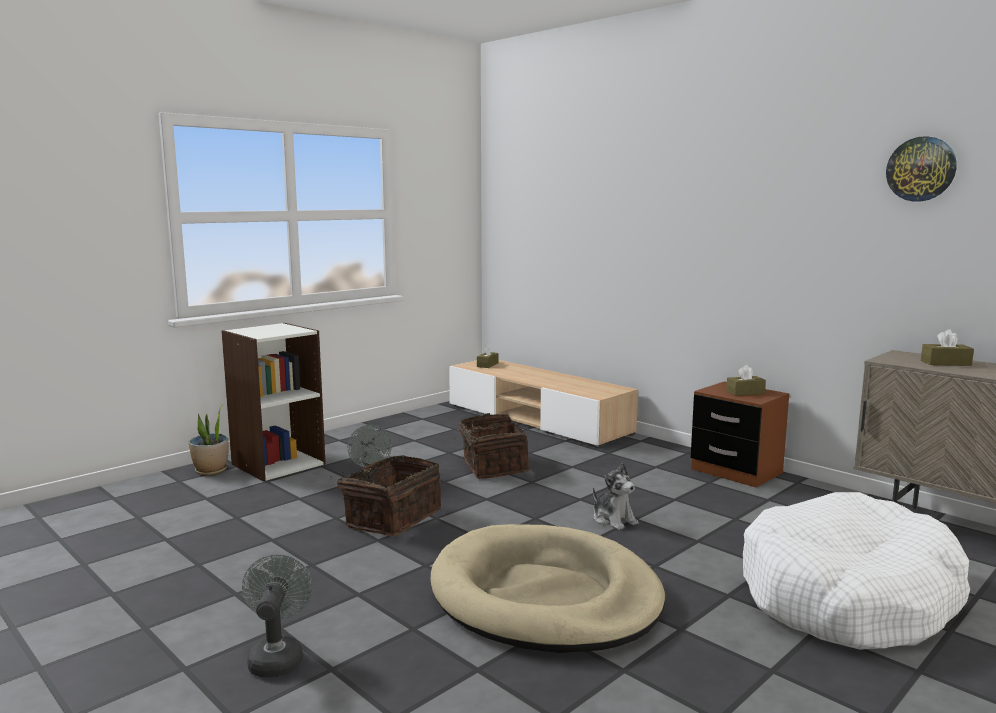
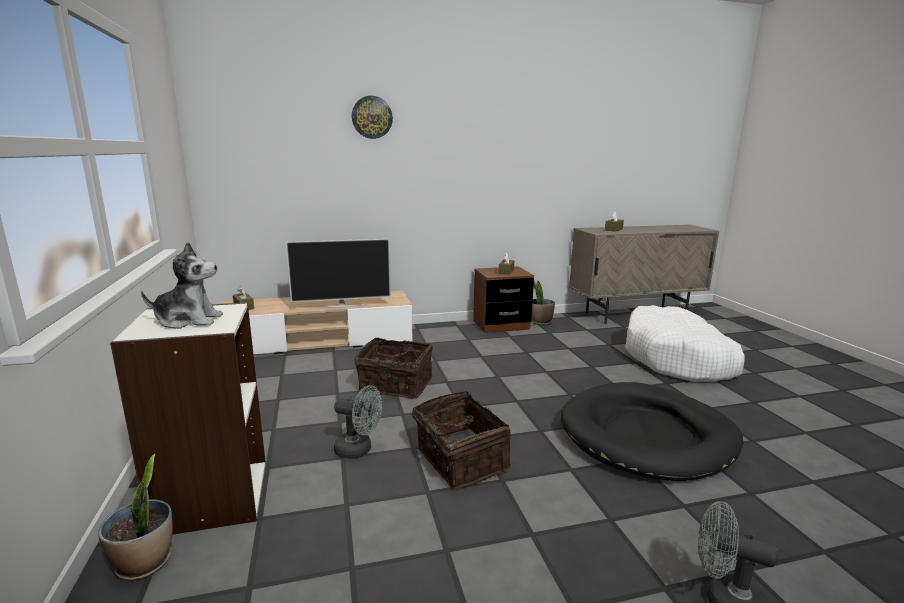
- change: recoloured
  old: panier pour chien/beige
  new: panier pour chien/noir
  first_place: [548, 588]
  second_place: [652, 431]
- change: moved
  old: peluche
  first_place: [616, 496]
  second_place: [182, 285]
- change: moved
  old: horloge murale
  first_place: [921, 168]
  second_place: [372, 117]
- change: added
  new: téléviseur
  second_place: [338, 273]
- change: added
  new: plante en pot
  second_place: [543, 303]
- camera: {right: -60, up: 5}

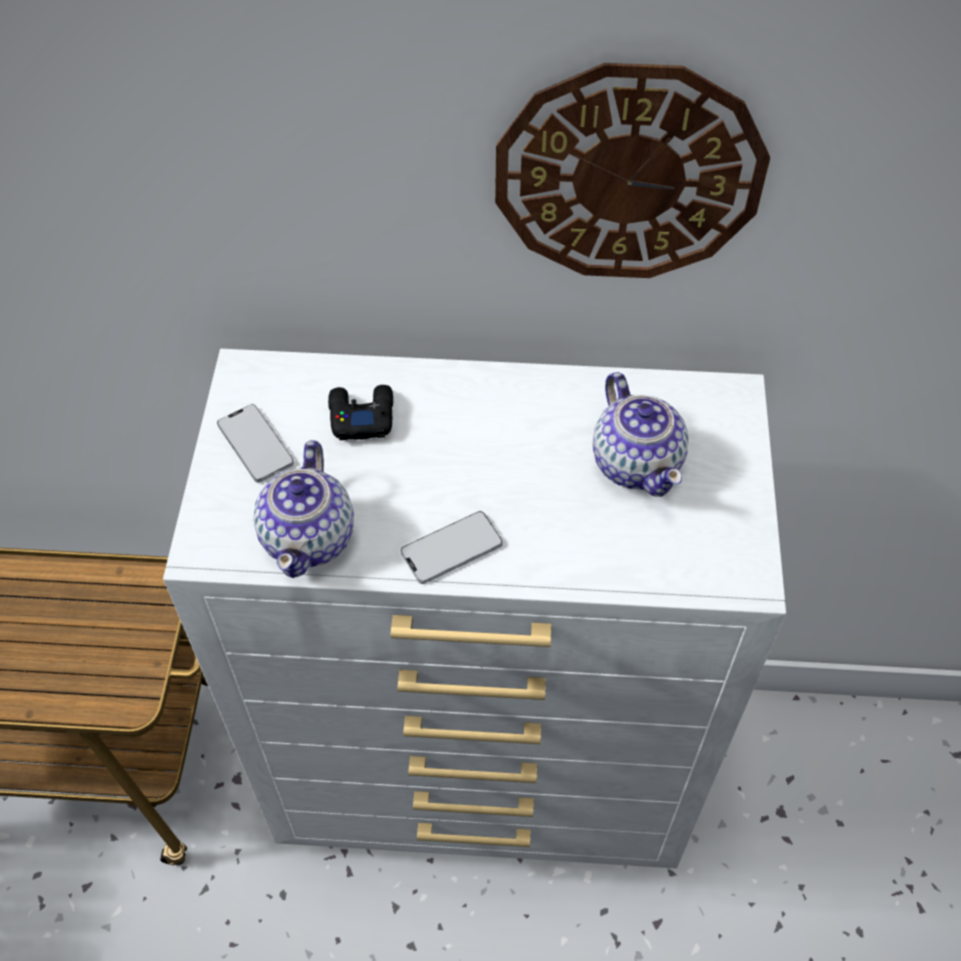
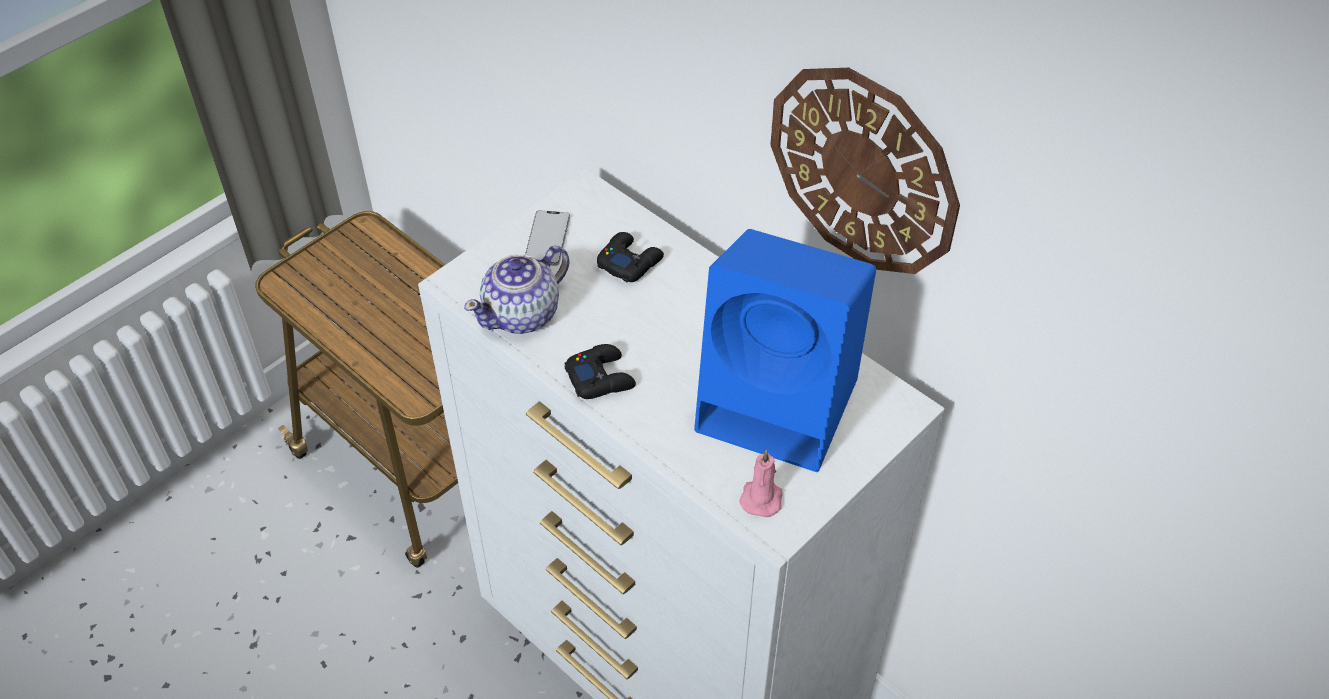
- change: replaced
  old: téléphone
  new: manette/noir
  first_place: [452, 547]
  second_place: [600, 371]
- change: replaced
  old: théière
  new: enceinte/bleu
  first_place: [641, 434]
  second_place: [785, 350]
- change: added
  new: bougie/rose
  second_place: [760, 483]
- camera: {right: 40, up: -5}

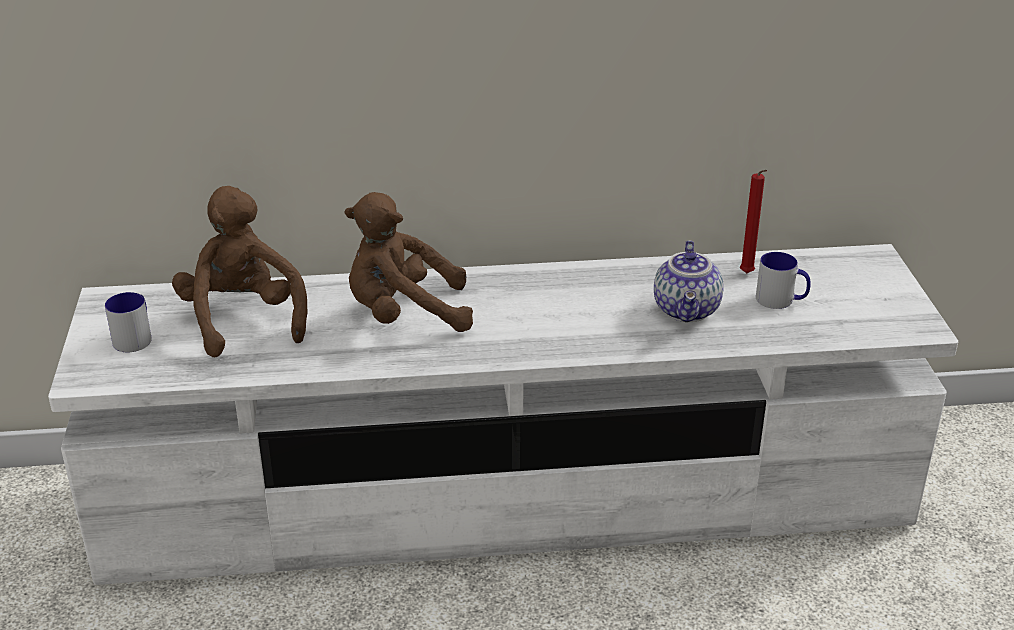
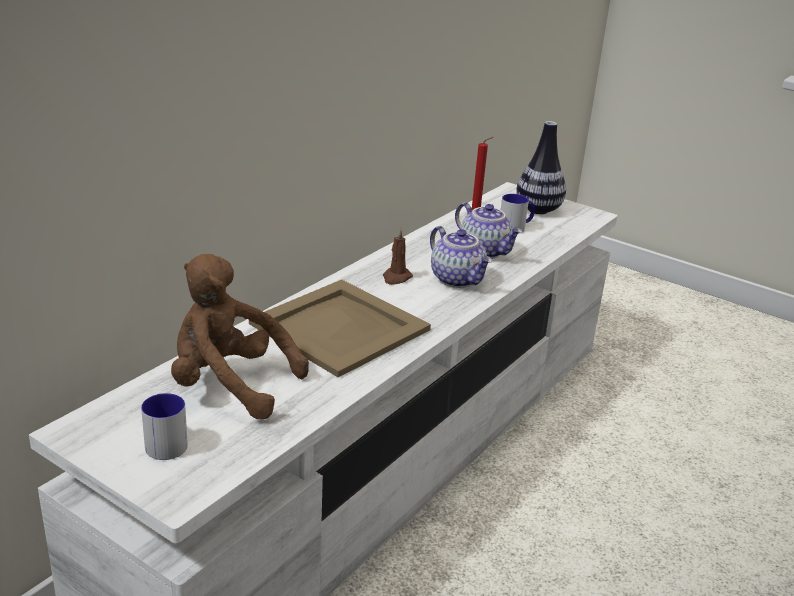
- change: replaced
  old: peluche/marron
  new: plateau/beige
  first_place: [408, 262]
  second_place: [340, 328]
- change: added
  new: bougie/marron
  second_place: [398, 256]
- change: added
  new: théière
  second_place: [461, 257]
- change: added
  new: vase
  second_place: [541, 167]
- camera: {right: -50, up: -5}

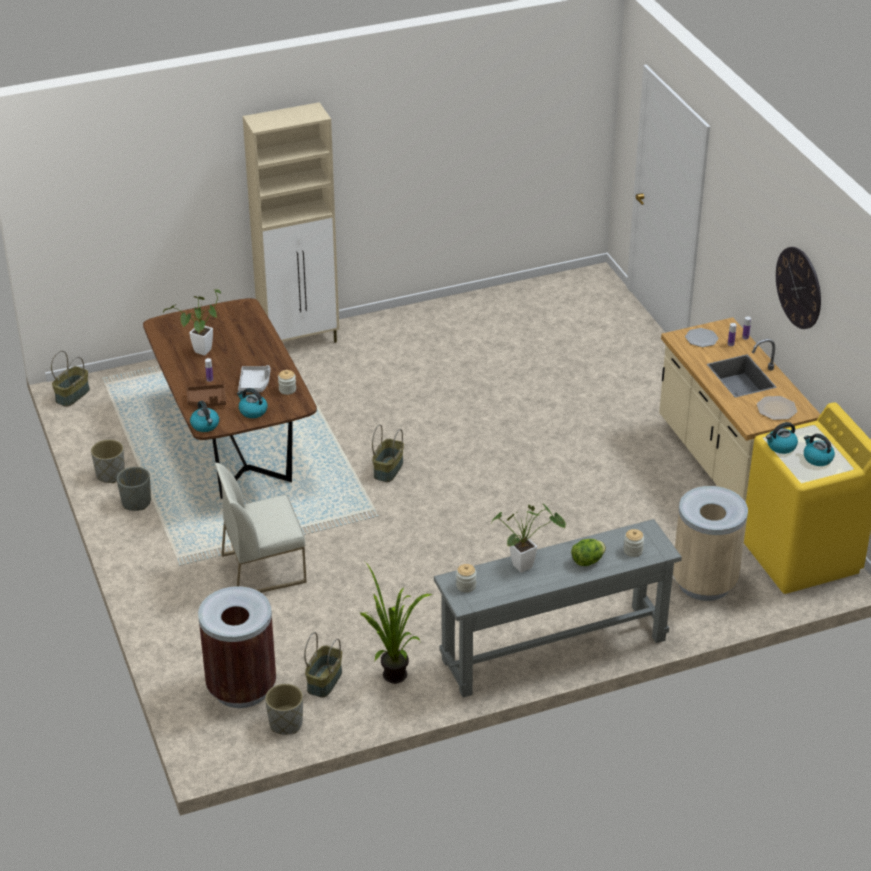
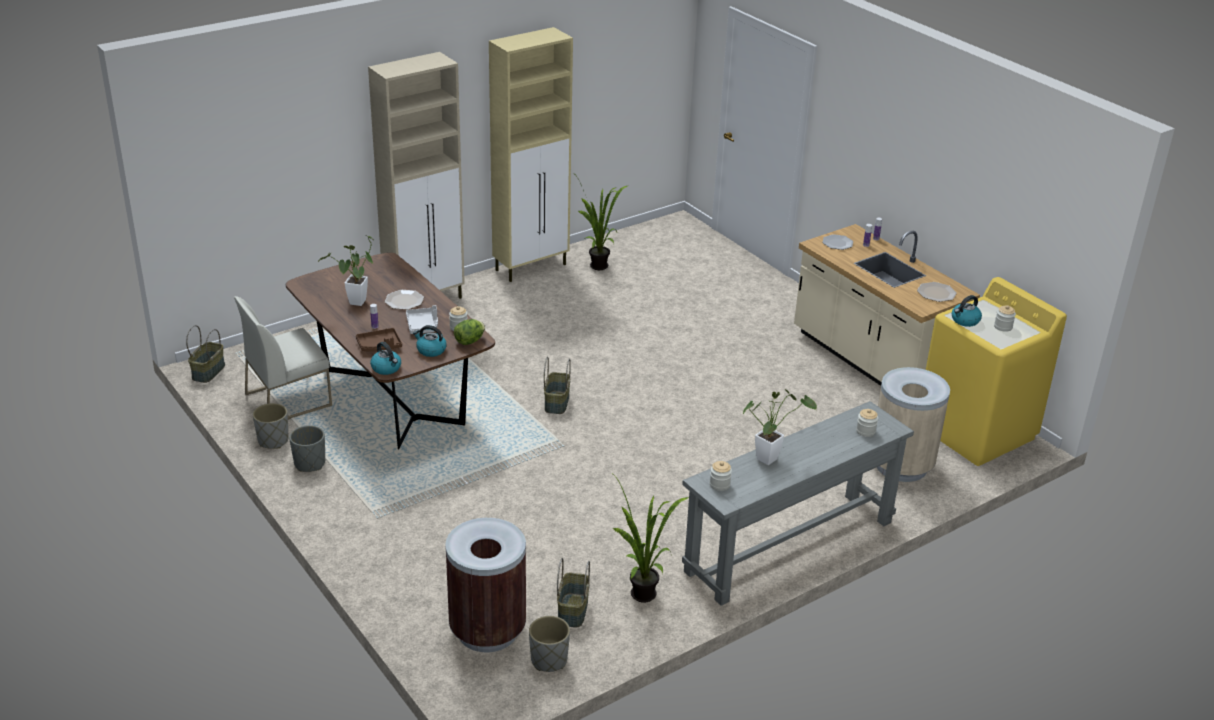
- change: moved
  old: chaise/blanc
  first_place: [261, 528]
  second_place: [283, 358]
- change: moved
  old: laitue
  first_place: [588, 552]
  second_place: [469, 332]
- change: removed
  old: horloge murale
  first_place: [798, 288]
- change: replaced
  old: bouilloire
  new: bocal
  first_place: [819, 450]
  second_place: [1005, 318]
- change: added
  new: assiette
  second_place: [404, 300]
- change: added
  new: meuble de rangement/beige
  second_place: [531, 154]
- change: added
  new: plante en pot
  second_place: [603, 223]
- camera: {right: -15, up: -5}

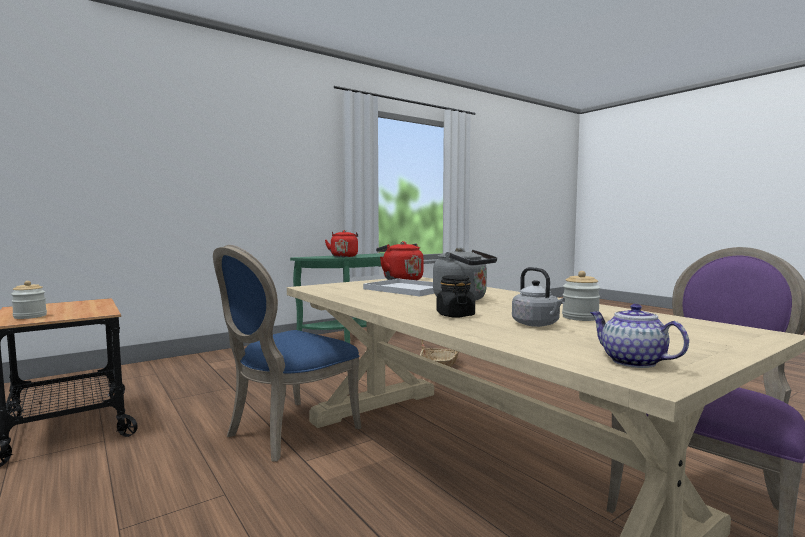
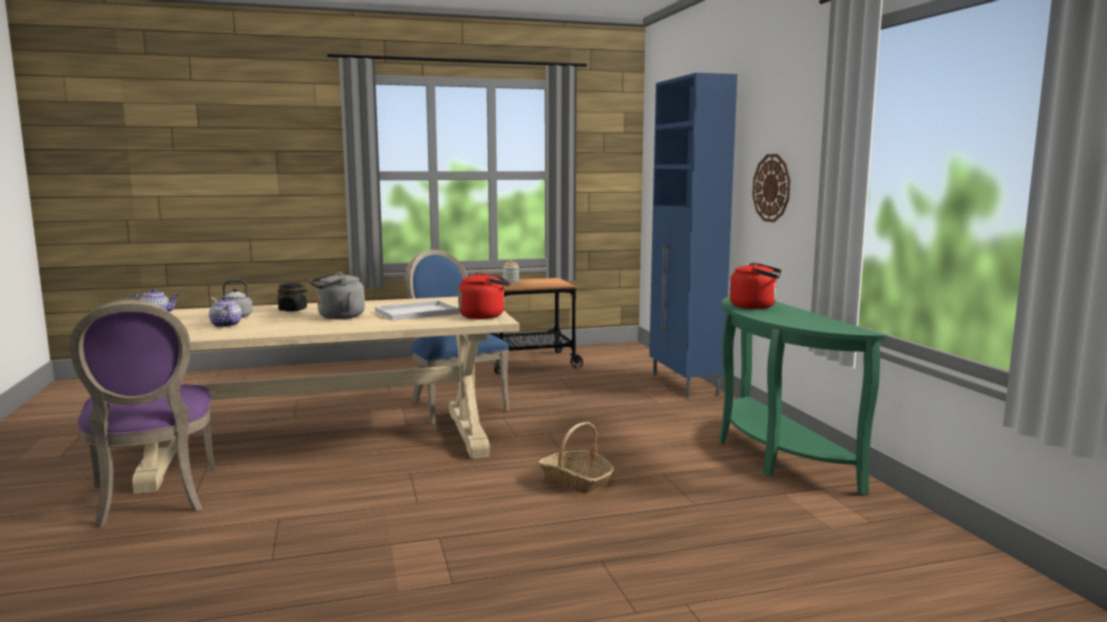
- change: replaced
  old: bocal
  new: théière
  first_place: [581, 296]
  second_place: [225, 311]
- change: added
  new: meuble de rangement/bleu
  second_place: [693, 235]
- change: added
  new: horloge murale
  second_place: [771, 188]
- camera: {right: 110, up: 5}

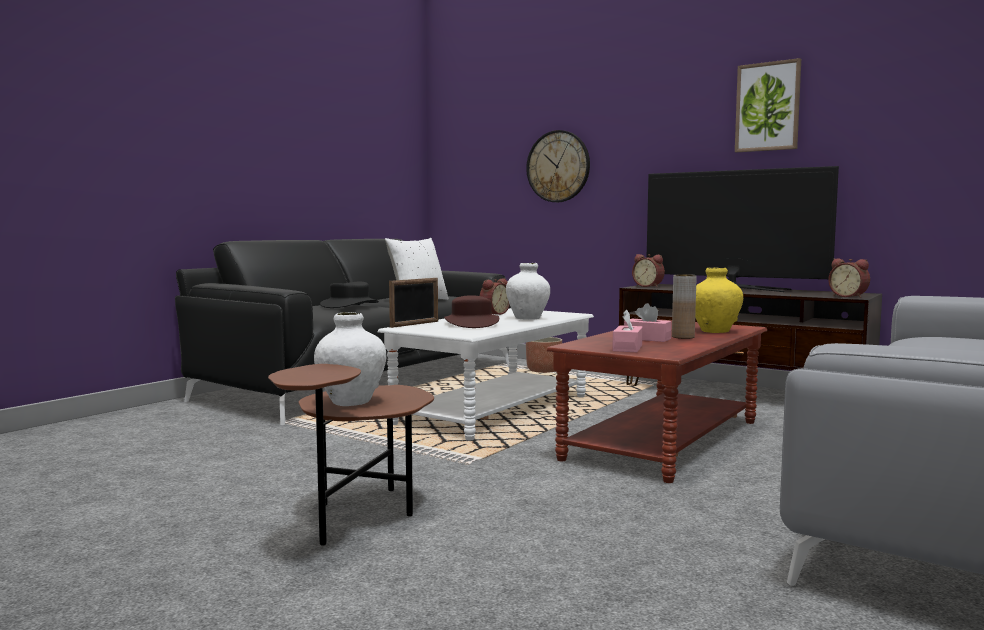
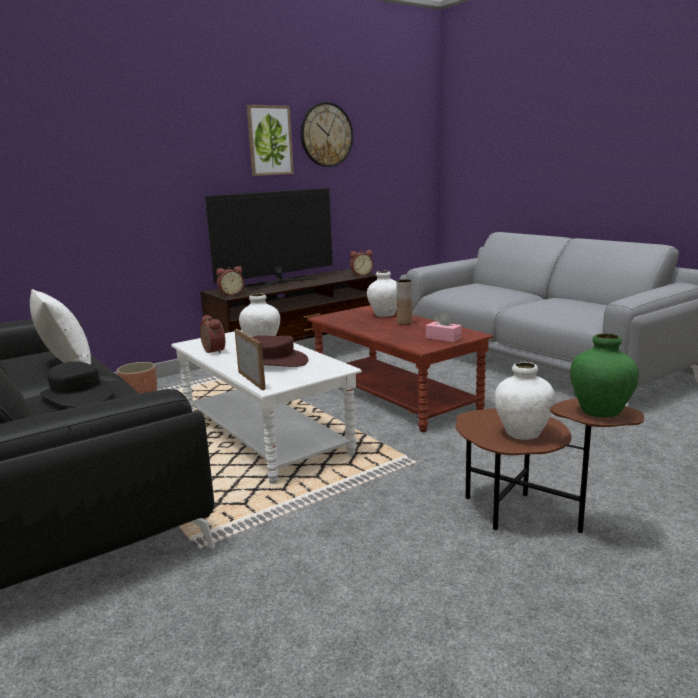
- change: moved
  old: horloge murale
  first_place: [558, 166]
  second_place: [327, 134]
- change: removed
  old: boîte à mouchoirs/rose
  first_place: [648, 322]
- change: recoloured
  old: vase/jaune
  new: vase/blanc
  first_place: [719, 300]
  second_place: [382, 294]
- change: added
  new: vase/vert
  second_place: [604, 375]
- camera: {right: -70, up: 10}

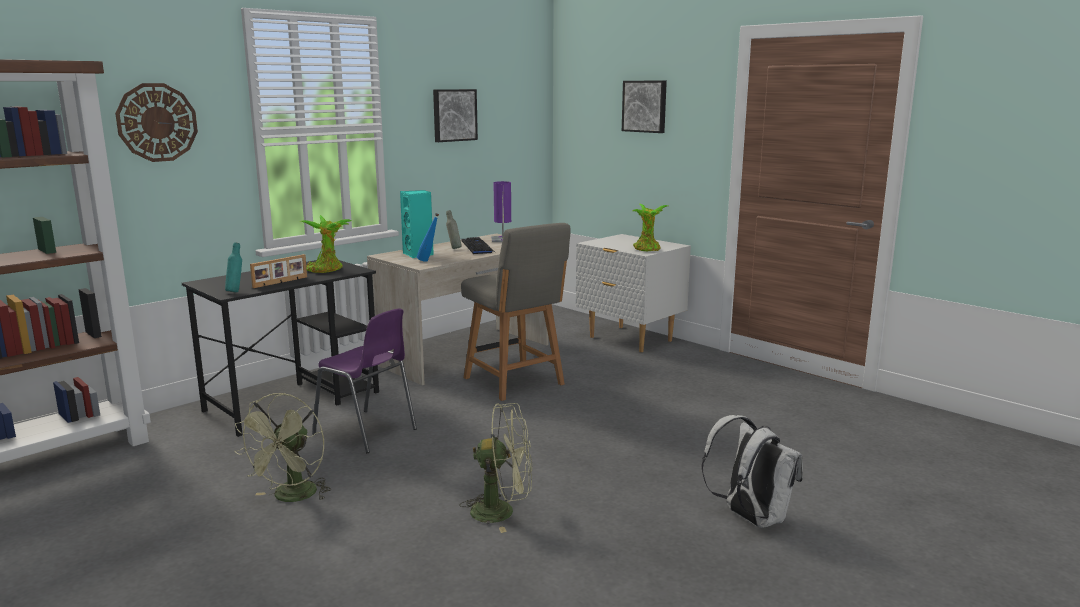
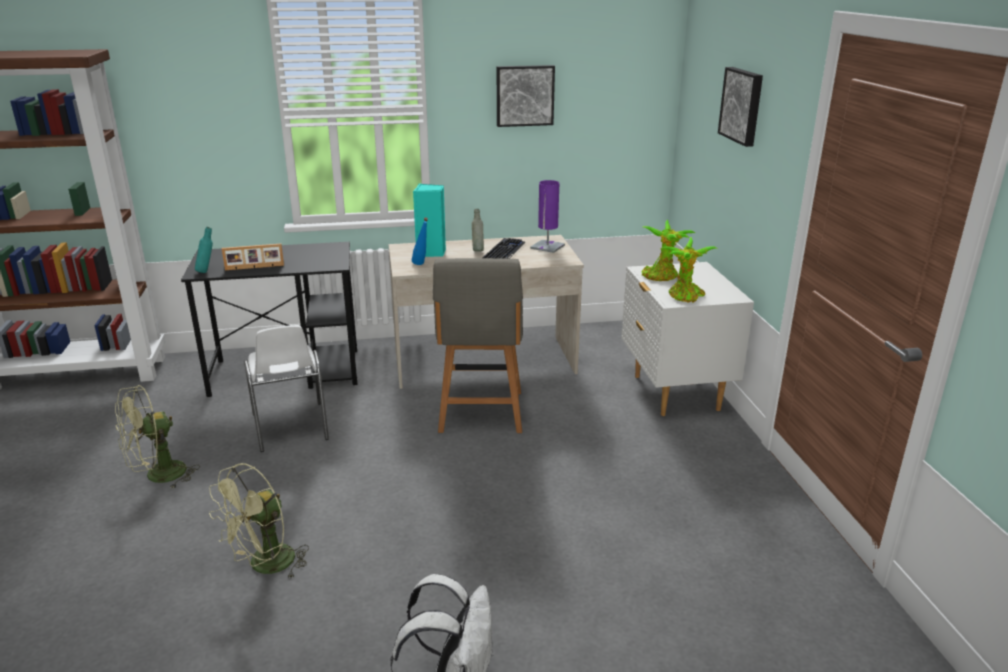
- change: removed
  old: horloge murale
  first_place: [156, 122]
- change: moved
  old: plante en pot
  first_place: [326, 244]
  second_place: [668, 250]
- change: recoloured
  old: chaise/violet
  new: chaise/blanc
  first_place: [364, 380]
  second_place: [286, 388]
- change: turned
  old: ventilateur/vert
  first_place: [495, 468]
  second_place: [259, 521]
  degrees: 90
- camera: {right: 35, up: 10}

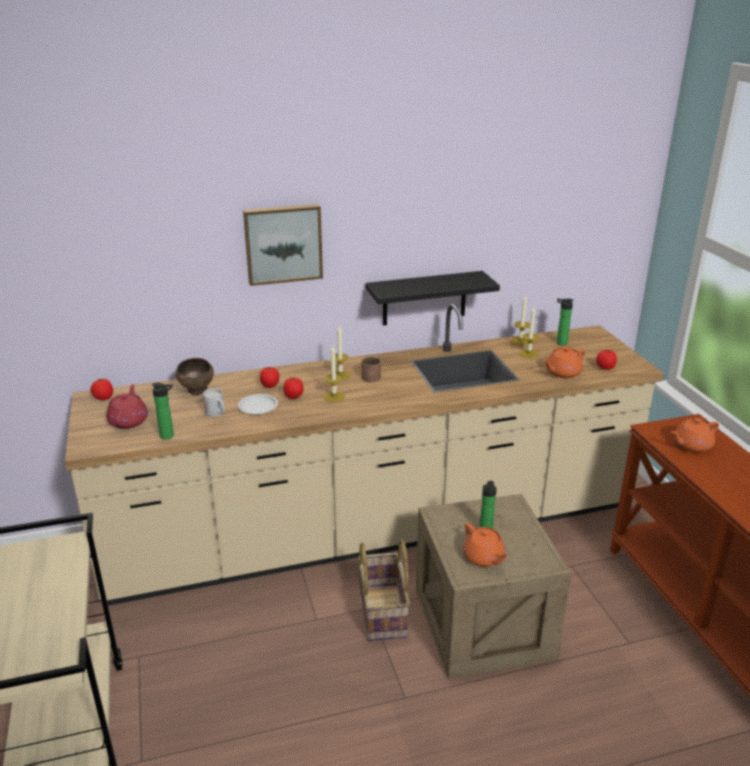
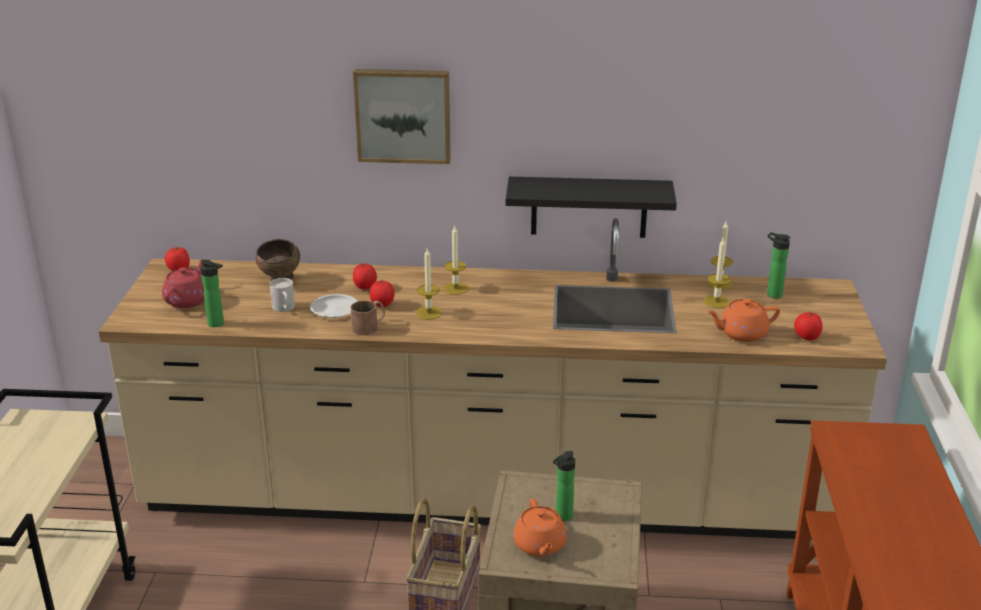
- change: moved
  old: mug/marron
  first_place: [371, 369]
  second_place: [368, 317]
- change: removed
  old: théière/orange
  first_place: [695, 435]
- camera: {right: 20, up: 0}

